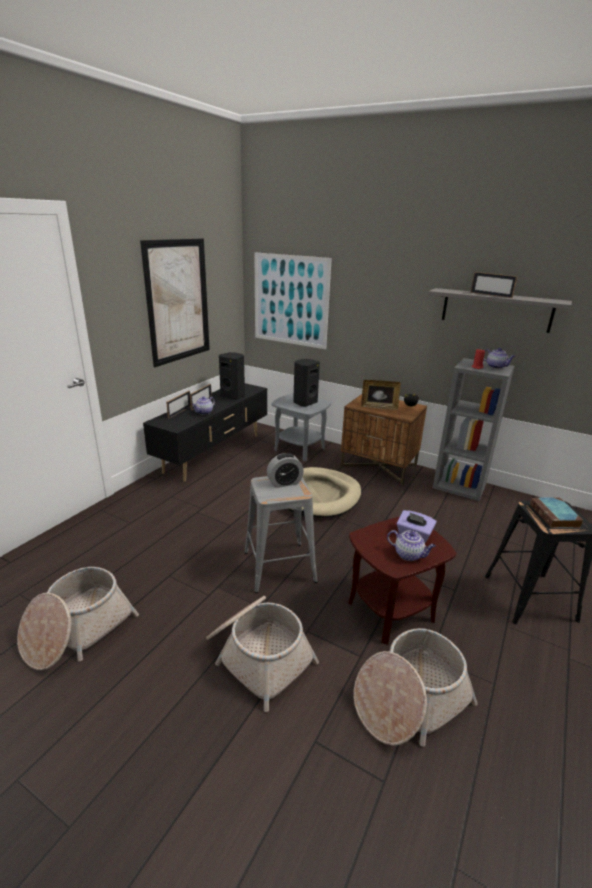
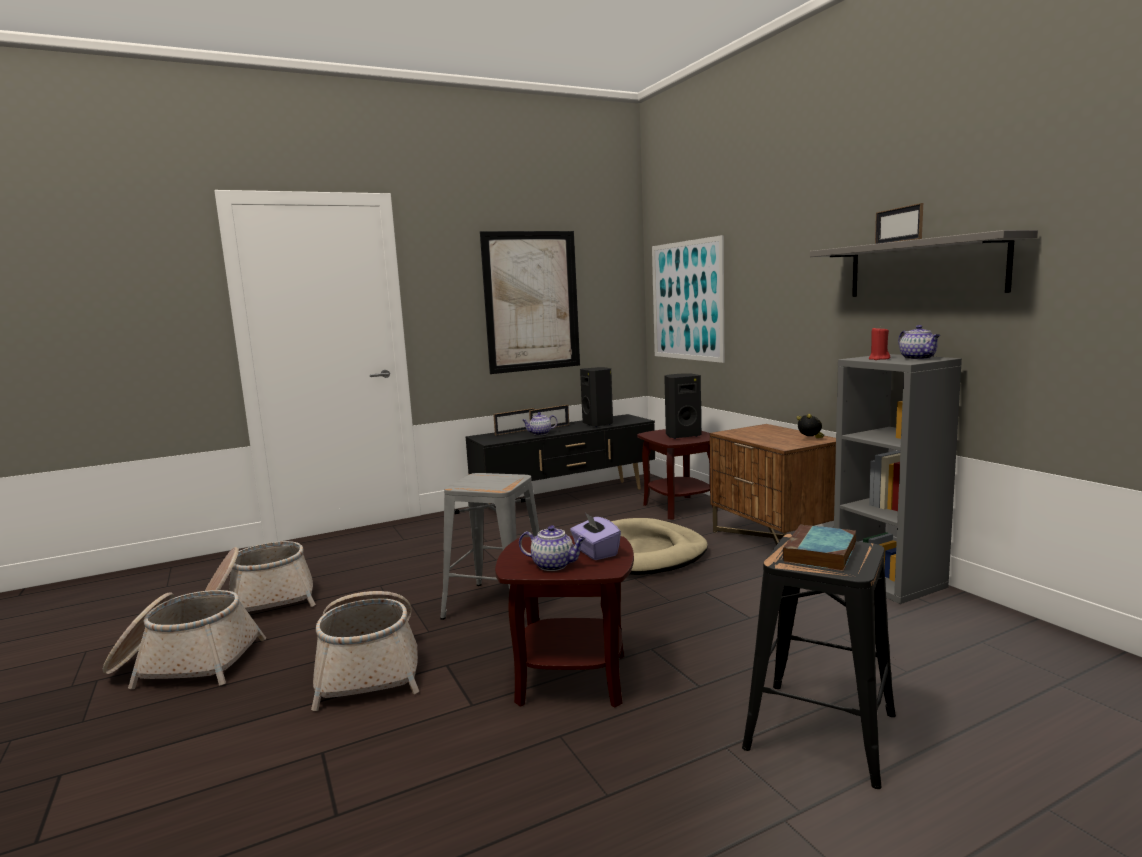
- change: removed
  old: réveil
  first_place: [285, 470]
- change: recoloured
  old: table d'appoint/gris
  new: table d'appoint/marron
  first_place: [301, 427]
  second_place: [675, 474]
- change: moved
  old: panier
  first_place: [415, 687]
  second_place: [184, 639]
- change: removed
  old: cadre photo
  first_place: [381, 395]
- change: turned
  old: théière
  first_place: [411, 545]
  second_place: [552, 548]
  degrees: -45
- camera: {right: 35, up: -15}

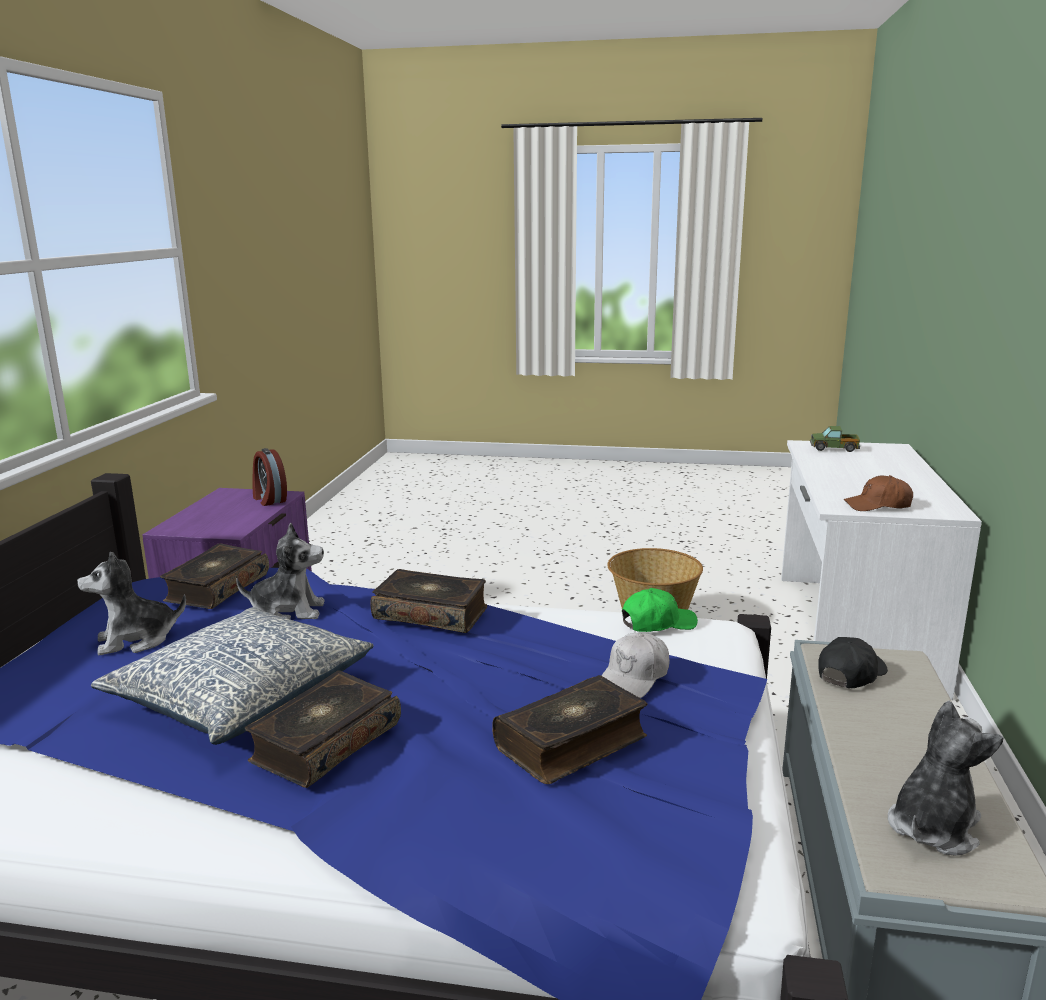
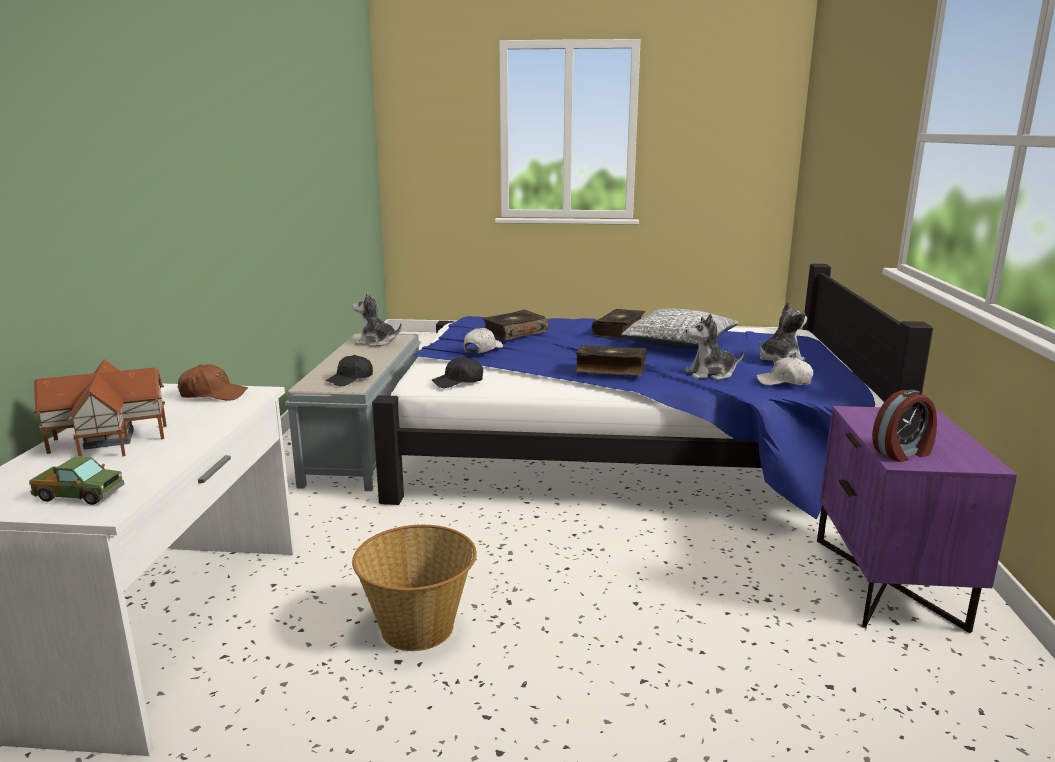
- change: replaced
  old: livre
  new: casquette/blanc
  first_place: [214, 576]
  second_place: [784, 371]
- change: turned
  old: réveil
  first_place: [270, 477]
  second_place: [904, 426]
  degrees: 105
- change: recoloured
  old: casquette/vert
  new: casquette/noir
  first_place: [660, 610]
  second_place: [457, 372]
- change: turned
  old: peluche
  first_place: [945, 778]
  second_place: [377, 319]
  degrees: 60
- change: added
  new: maison miniature
  second_place: [100, 407]
- camera: {right: 175, up: 0}

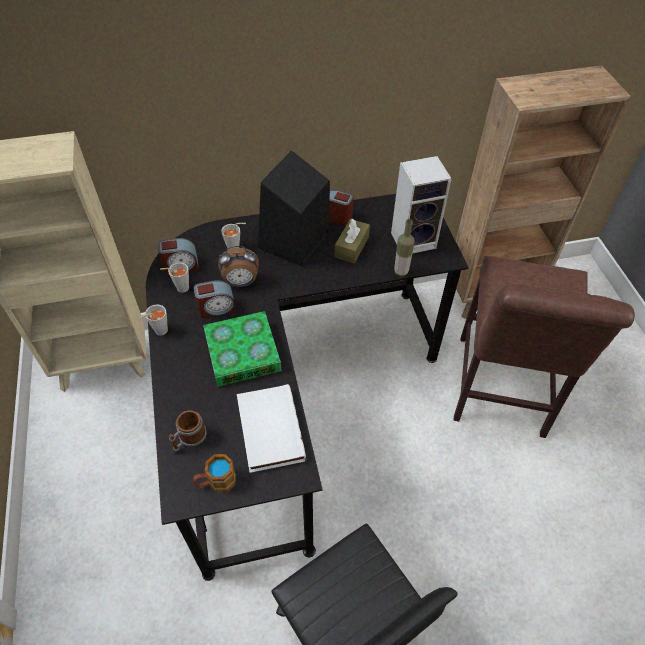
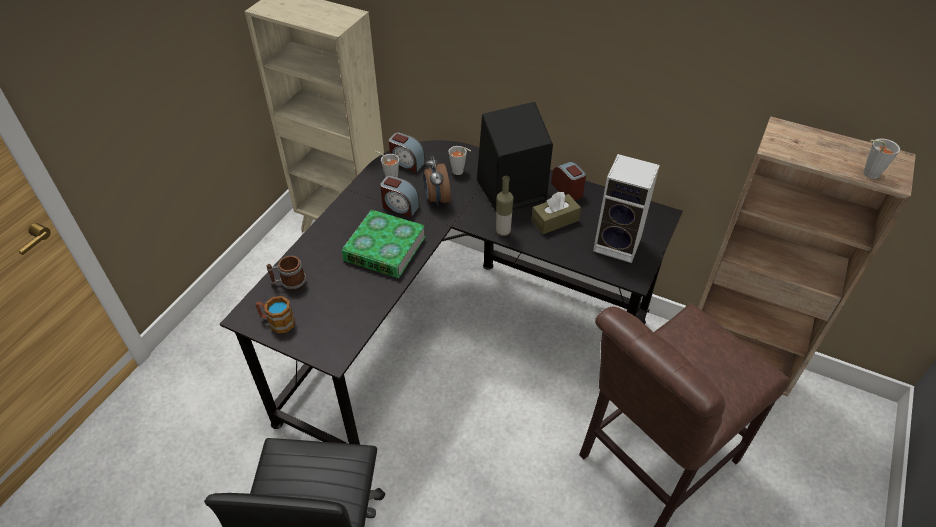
- change: moved
  old: tasse/gris
  first_place: [153, 320]
  second_place: [881, 158]
- change: turned
  old: réveil
  first_place: [238, 266]
  second_place: [437, 180]
  degrees: 45
- change: removed
  old: livre/blanc
  first_place: [271, 428]
- change: moved
  old: bouteille
  first_place: [404, 247]
  second_place: [505, 206]
- camera: {right: 40, up: -5}

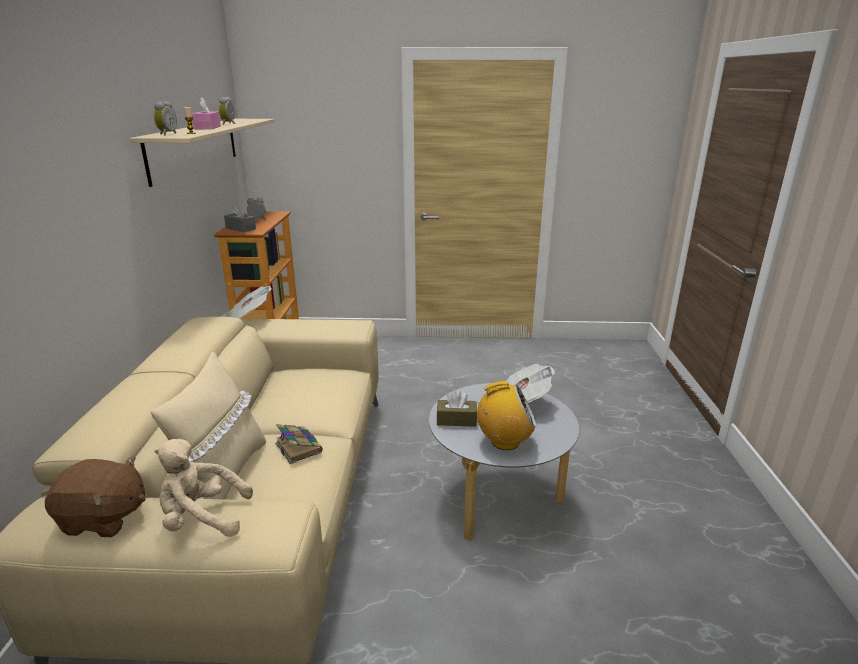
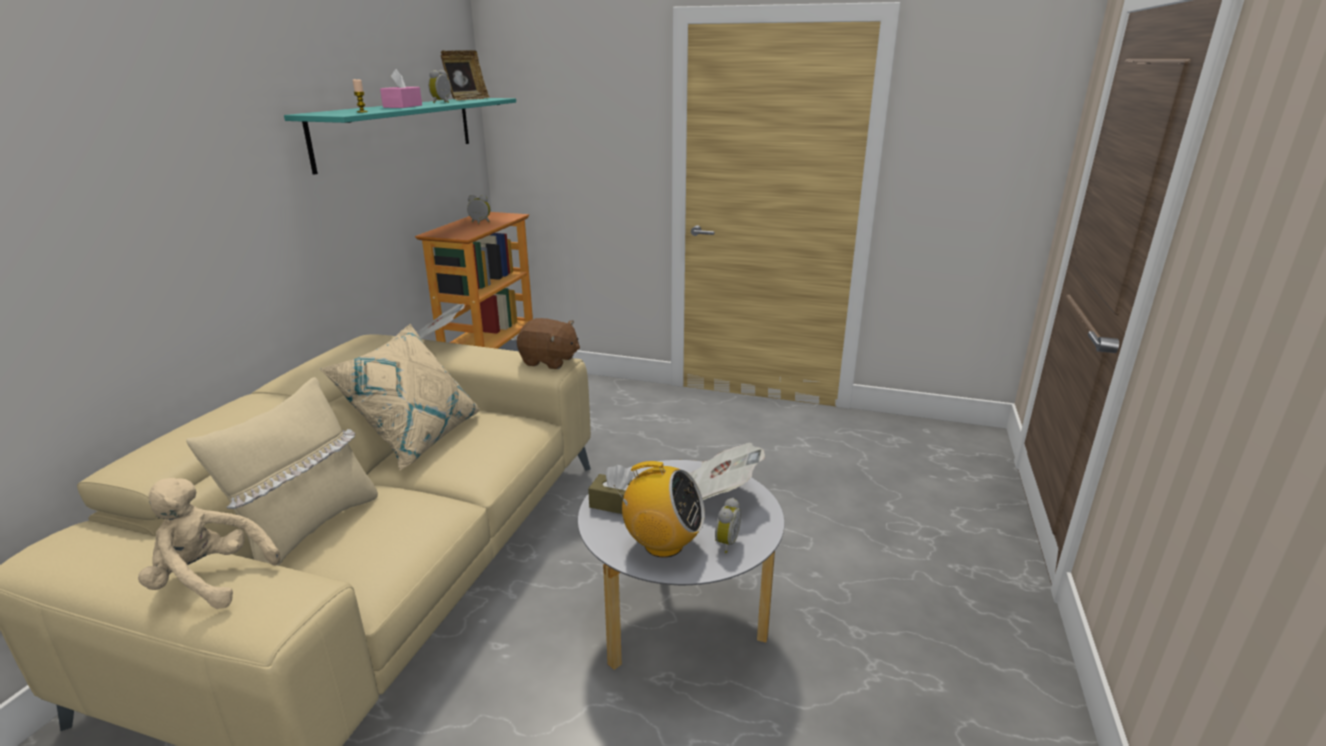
- change: moved
  old: peluche/marron
  first_place: [95, 497]
  second_place: [548, 343]
- change: recoloured
  old: étagère/beige
  new: étagère/turquoise
  first_place: [202, 153]
  second_place: [400, 136]
- change: moved
  old: réveil
  first_place: [165, 118]
  second_place: [728, 525]
- change: removed
  old: boîte à mouchoirs/gris
  first_place: [240, 218]
- change: removed
  old: livre
  first_place: [299, 444]
- change: added
  new: coussin/beige
  second_place: [399, 397]
- change: added
  new: cadre photo
  second_place: [465, 75]
- camera: {right: 15, up: 0}

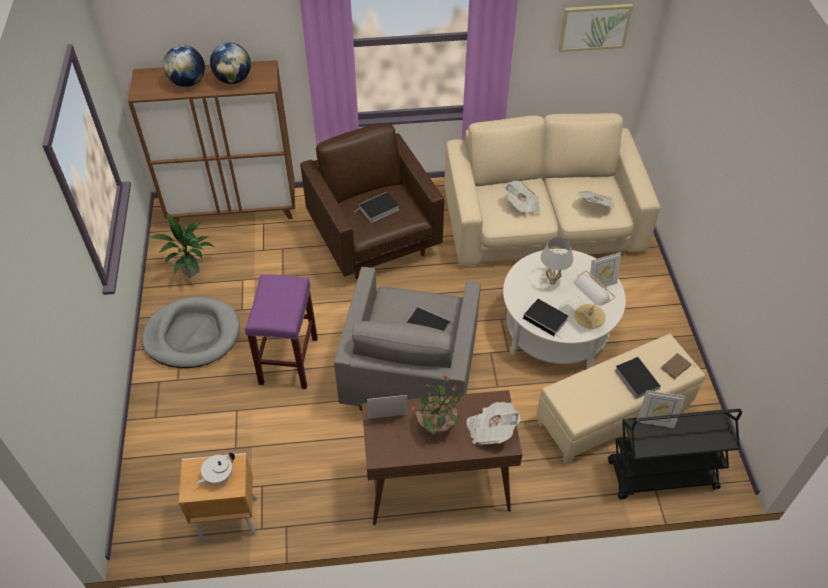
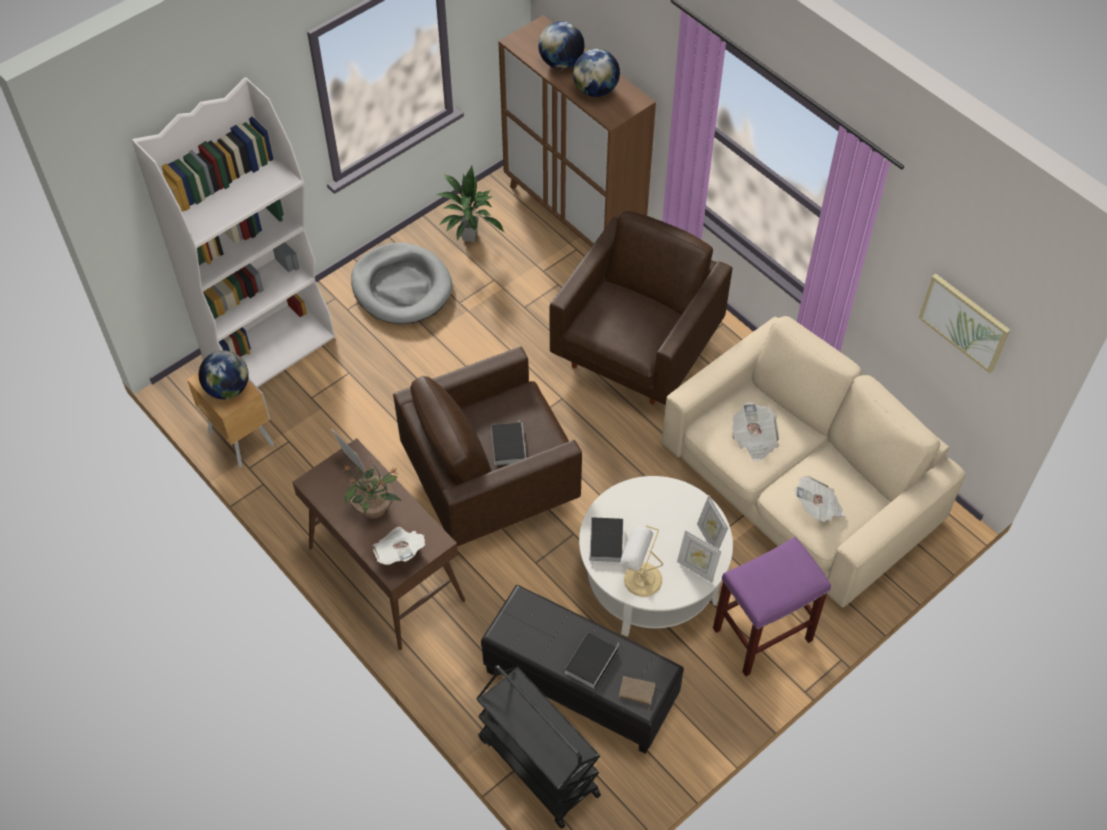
- change: replaced
  old: théière/blanc
  new: globe
  first_place: [215, 468]
  second_place: [224, 375]
- change: moved
  old: tabouret/violet
  first_place: [281, 332]
  second_place: [772, 606]
- change: recoloured
  old: fauteuil/gris
  new: fauteuil/marron
  first_place: [407, 339]
  second_place: [487, 446]
- change: removed
  old: livre
  first_place: [379, 207]
- change: recoloured
  old: pouf/beige
  new: pouf/noir
  first_place: [620, 399]
  second_place: [582, 669]
- change: removed
  old: lampe de table/blanc
  first_place: [557, 261]
- change: moved
  old: cadre photo
  first_place: [662, 409]
  second_place: [712, 522]
- change: added
  new: bibliothèque/blanc
  second_place: [233, 232]
- camera: {right: 55, up: 5}

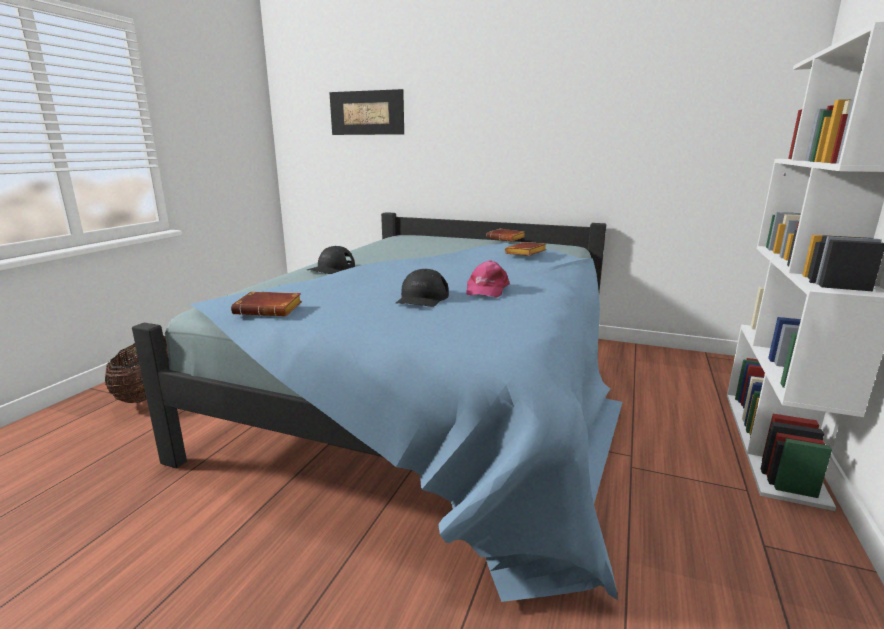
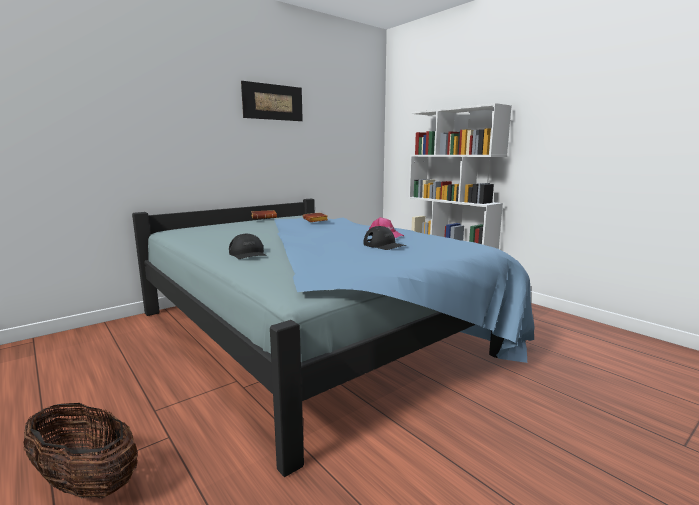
- change: removed
  old: livre/marron
  first_place: [266, 303]
- change: moved
  old: tableau
  first_place: [366, 112]
  second_place: [272, 101]
- camera: {right: -60, up: -5}

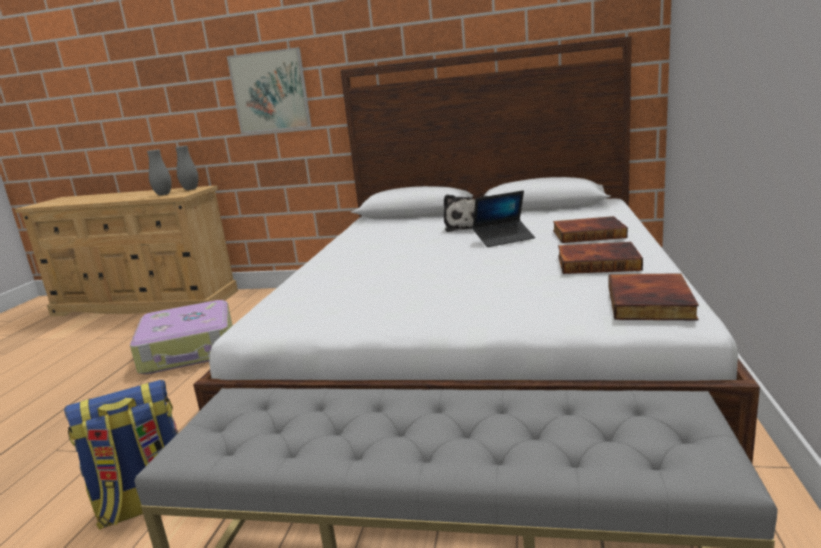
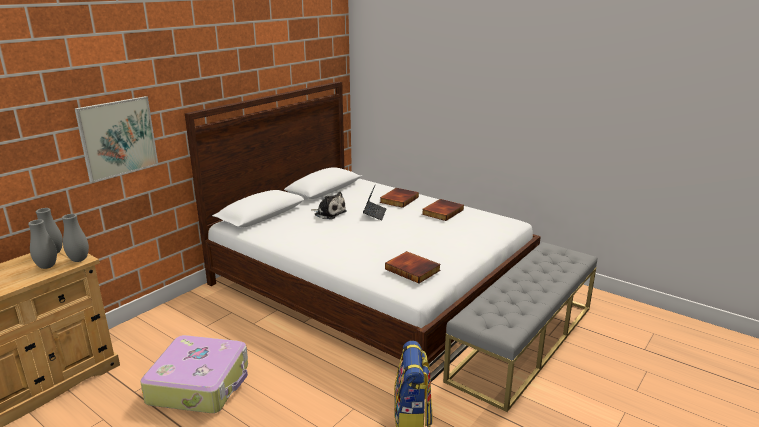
- change: moved
  old: livre
  first_place: [653, 296]
  second_place: [413, 267]
- change: added
  new: vase/gris
  second_place: [75, 238]
- camera: {right: -65, up: 5}

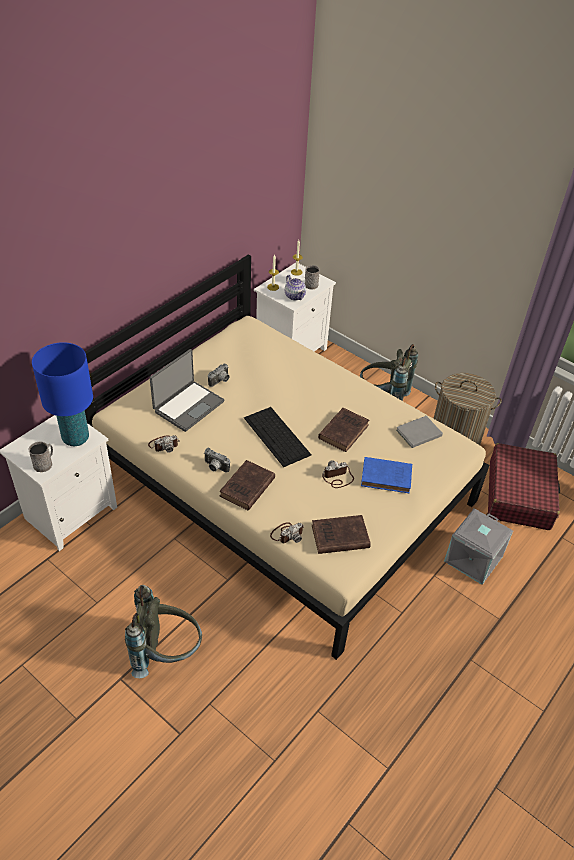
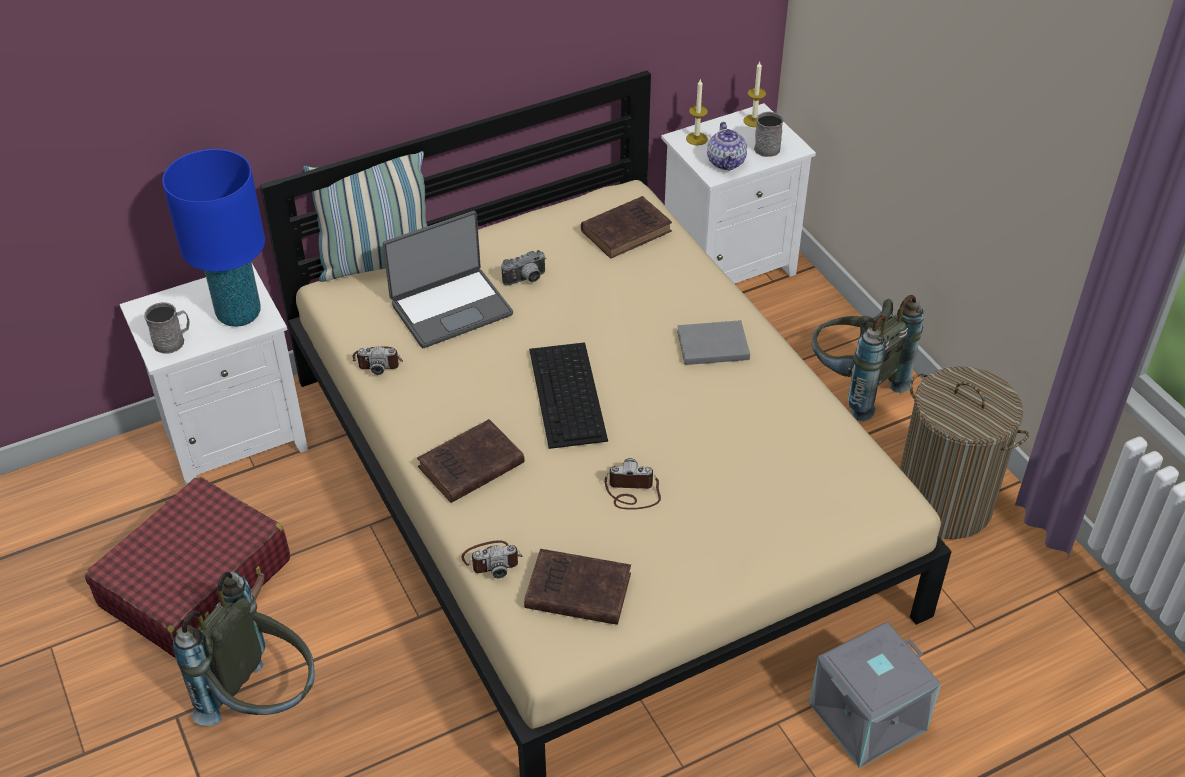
- change: removed
  old: appareil photo
  first_place: [217, 460]
- change: moved
  old: livre/marron
  first_place: [344, 430]
  second_place: [626, 227]
- change: removed
  old: livre/bleu
  first_place: [386, 475]
- change: moved
  old: livre/gris
  first_place: [419, 432]
  second_place: [713, 342]
- change: moved
  old: valise/rouge
  first_place: [524, 486]
  second_place: [187, 567]
- change: added
  new: coussin
  second_place: [365, 216]
- camera: {right: 25, up: 0}

